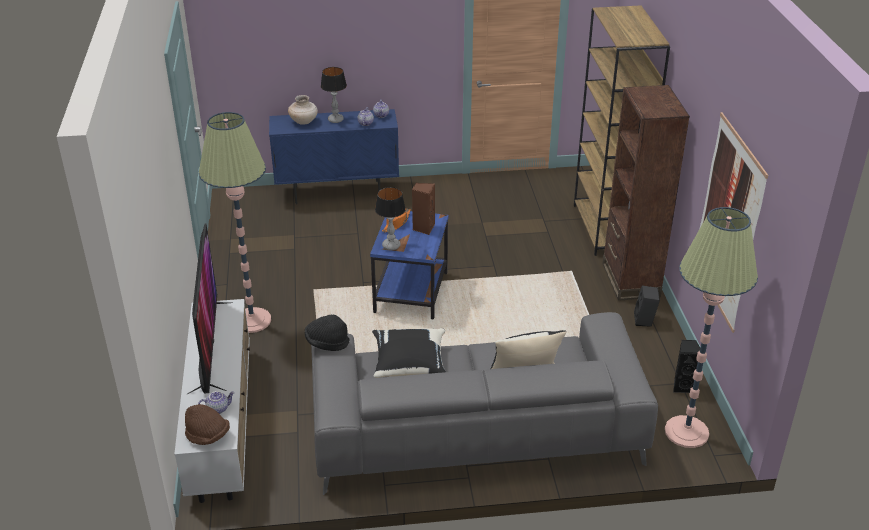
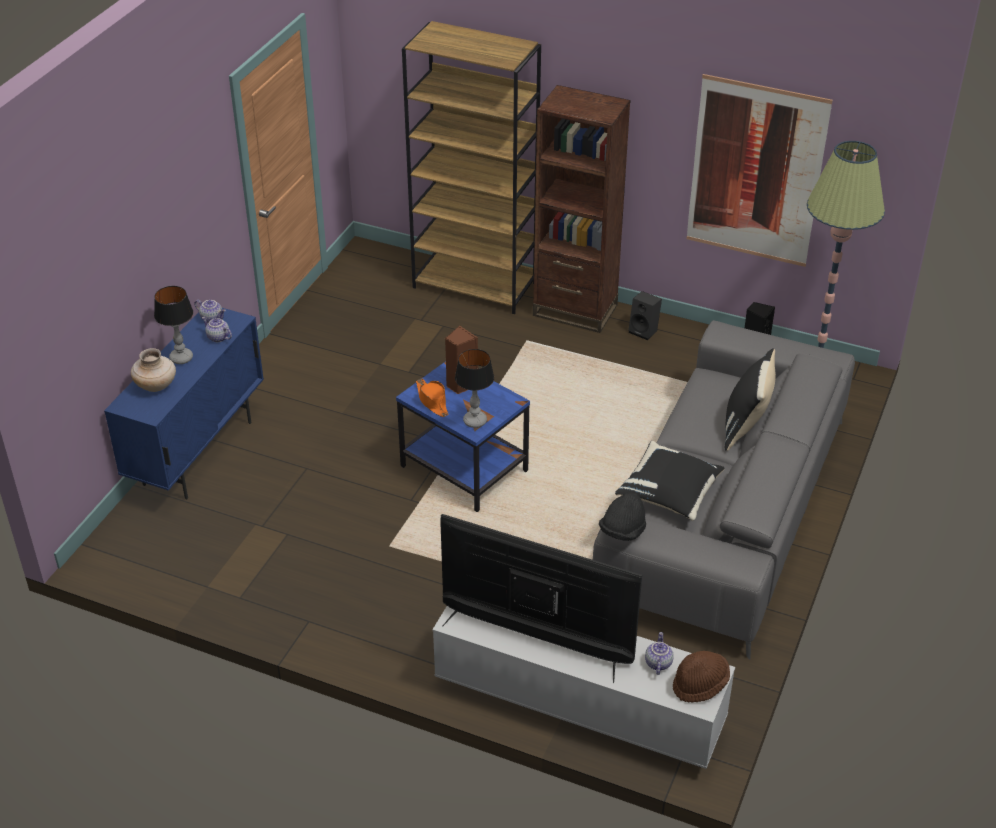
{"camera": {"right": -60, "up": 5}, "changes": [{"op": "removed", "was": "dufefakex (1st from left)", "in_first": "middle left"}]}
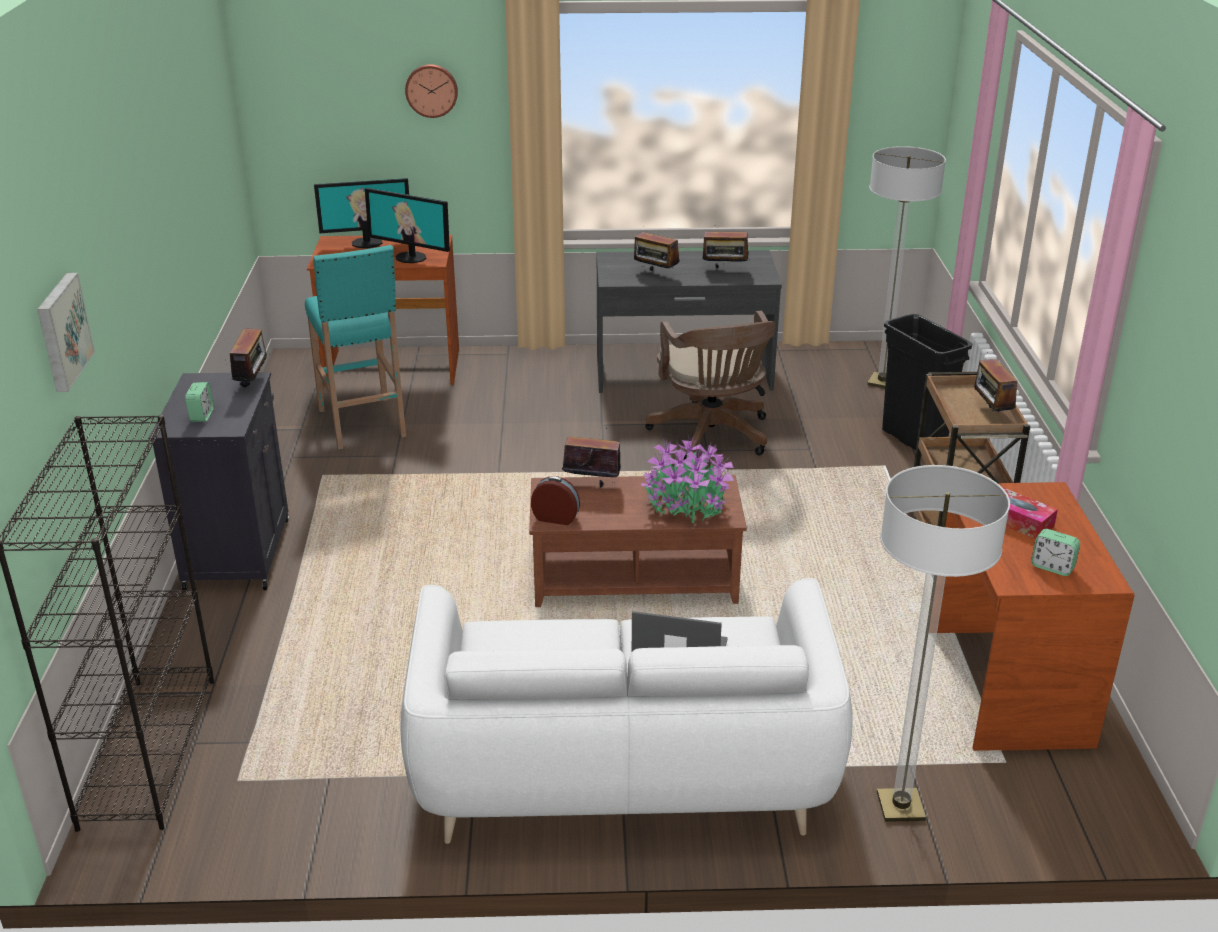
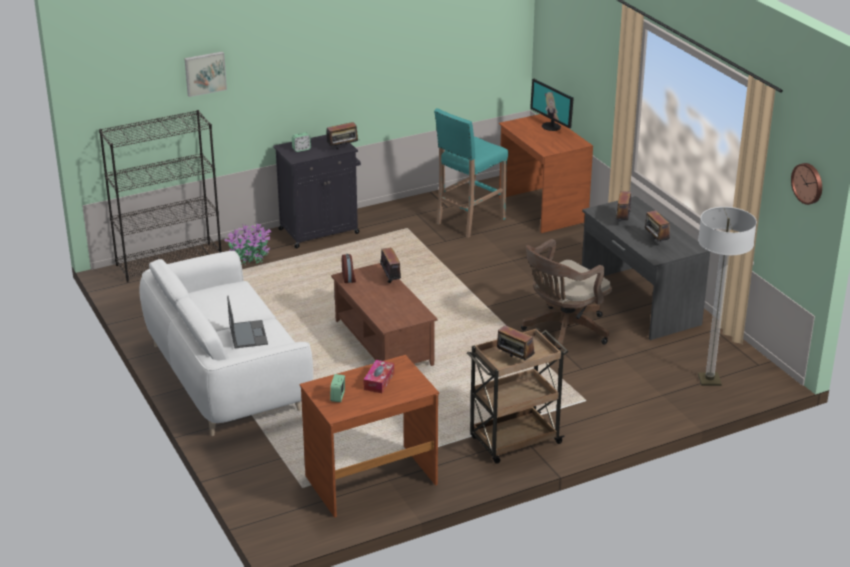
{"camera": {"right": 65, "up": 0}, "changes": [{"op": "removed", "was": "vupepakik (2nd from left)", "in_first": "top centre"}, {"op": "removed", "was": "dufefakex (2nd from left)", "in_first": "bottom right"}, {"op": "removed", "was": "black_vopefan", "in_first": "middle right"}, {"op": "moved", "was": "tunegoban", "in_first": "top centre", "in_second": "top right"}, {"op": "moved", "was": "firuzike", "in_first": "centre", "in_second": "middle left"}, {"op": "turned", "was": "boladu (5th from left in the first image)", "in_first": "middle right", "in_second": "centre", "clockwise": -105}]}
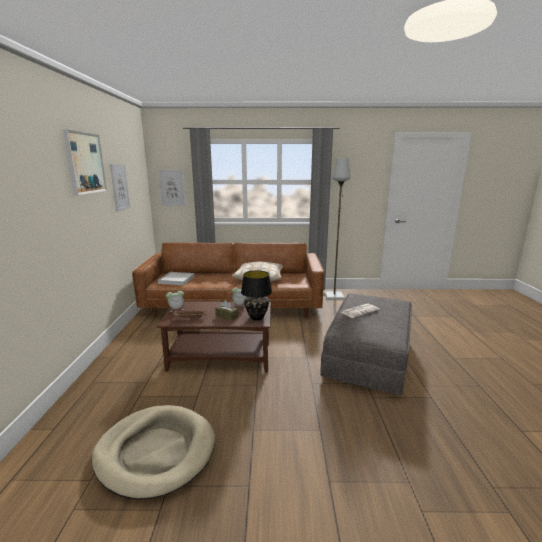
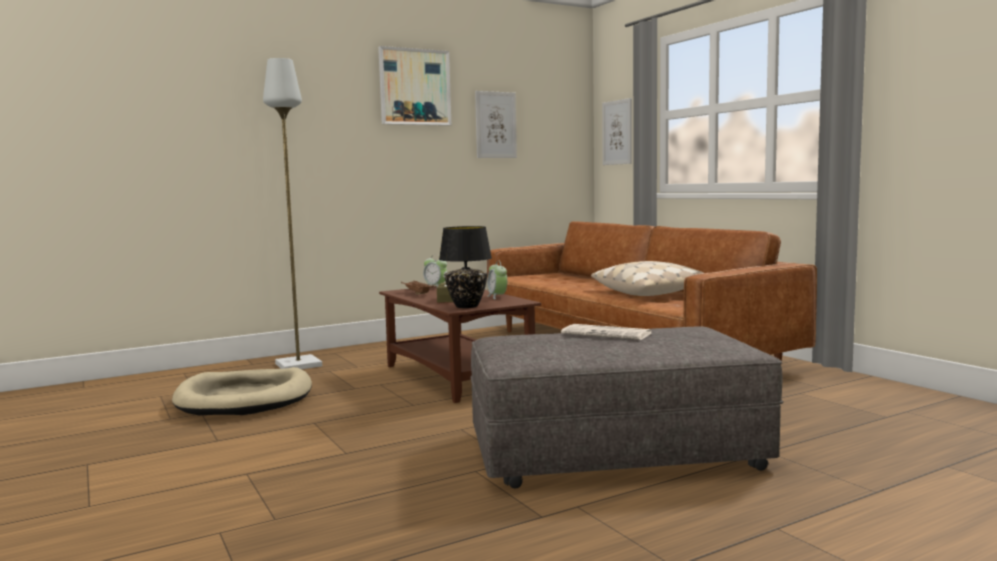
{"camera": {"right": 60, "up": -10}, "changes": [{"op": "removed", "was": "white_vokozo", "in_first": "middle left"}, {"op": "moved", "was": "grey_dufefakex", "in_first": "centre", "in_second": "middle left"}]}
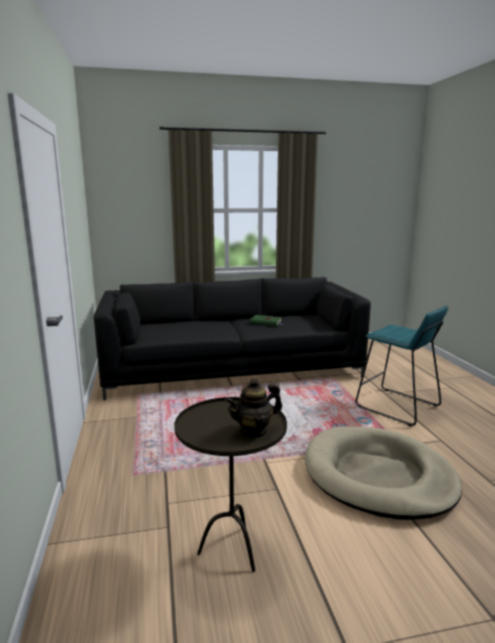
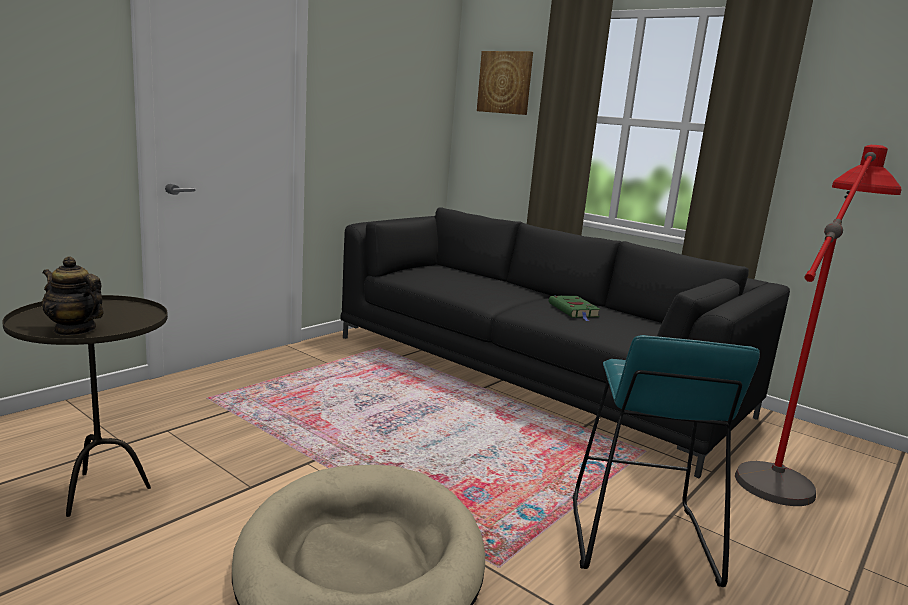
{"camera": {"right": 50, "up": 0}, "changes": [{"op": "added", "now": "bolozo", "in_second": "top centre"}, {"op": "added", "now": "red_dufefakex", "in_second": "middle right"}]}
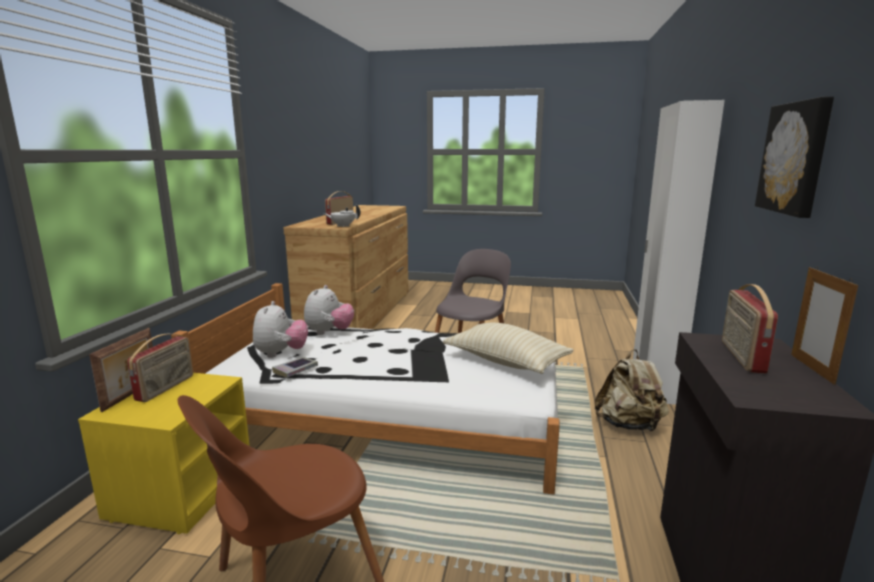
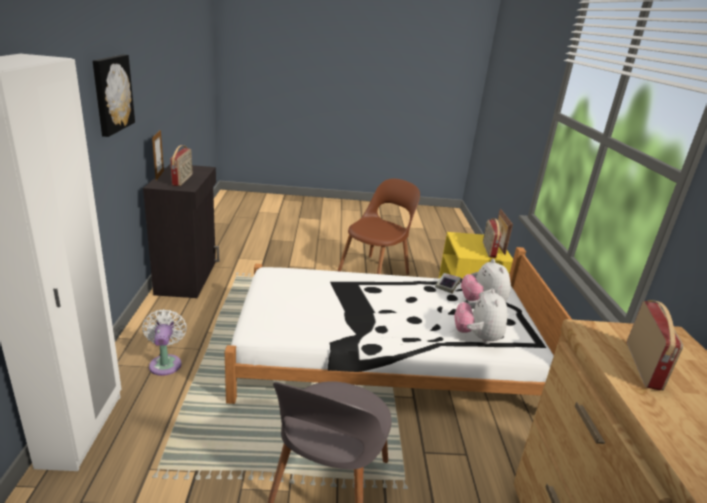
{"camera": {"right": 165, "up": 10}, "changes": [{"op": "removed", "was": "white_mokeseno", "in_first": "centre"}, {"op": "removed", "was": "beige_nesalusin", "in_first": "centre"}, {"op": "replaced", "was": "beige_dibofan", "now": "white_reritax", "in_first": "bottom right", "in_second": "bottom left"}]}
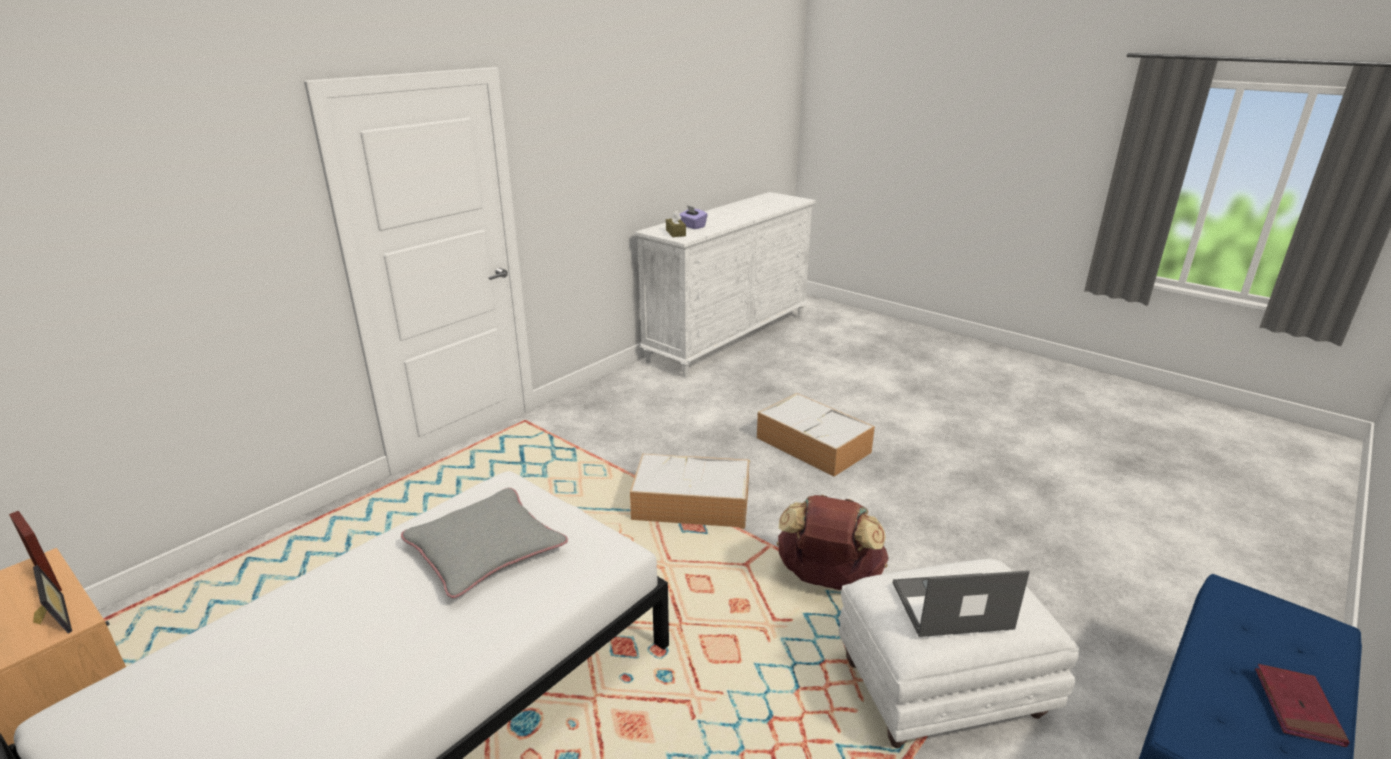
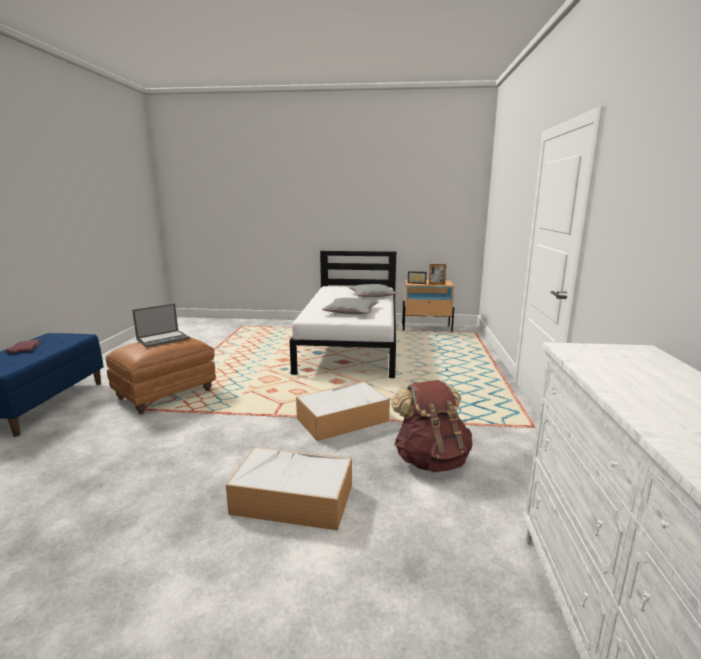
{"camera": {"right": 145, "up": -10}, "changes": [{"op": "removed", "was": "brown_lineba", "in_first": "top centre"}, {"op": "removed", "was": "purple_lineba", "in_first": "top centre"}, {"op": "added", "now": "grey_nesalusin (2nd from left)", "in_second": "centre"}, {"op": "moved", "was": "brown_dibofan", "in_first": "bottom centre", "in_second": "centre"}, {"op": "recoloured", "was": "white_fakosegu", "now": "brown_fakosegu", "in_first": "bottom right", "in_second": "middle left"}]}
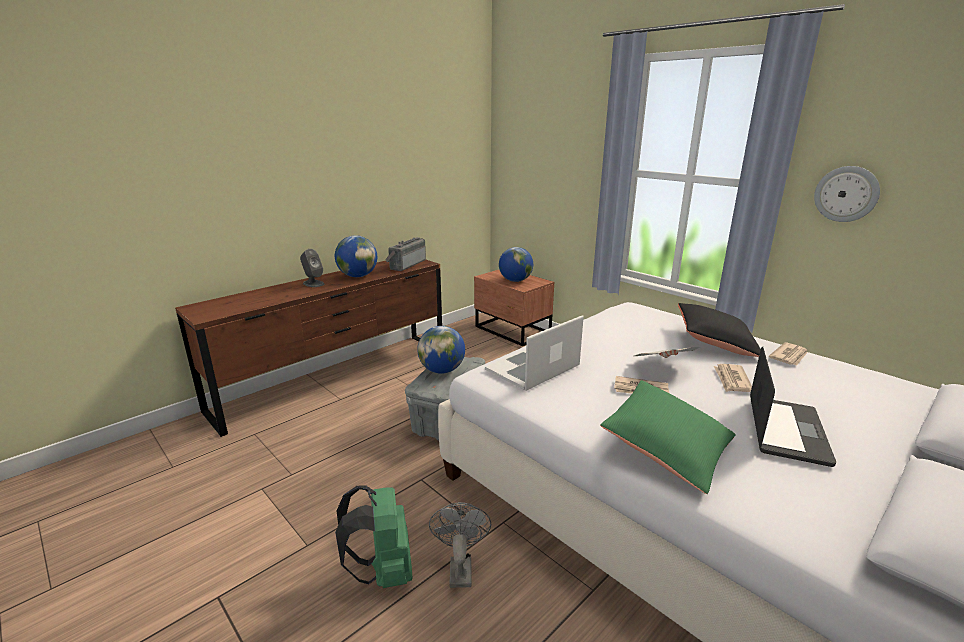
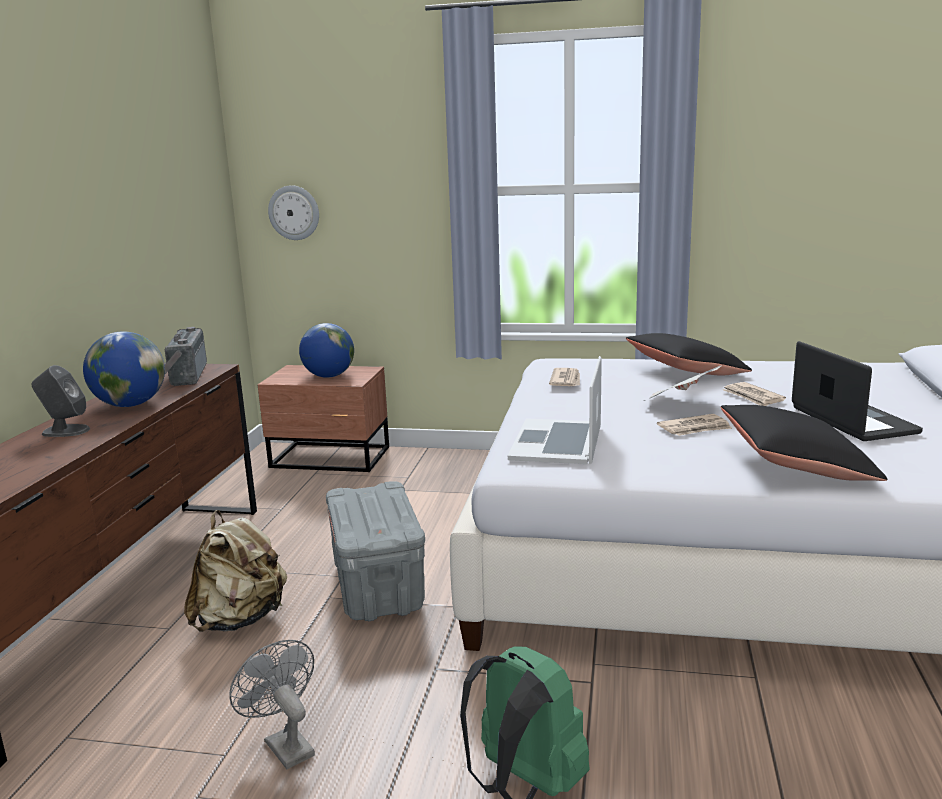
{"camera": {"right": -35, "up": -5}, "changes": [{"op": "removed", "was": "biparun (2nd from left)", "in_first": "centre"}, {"op": "added", "now": "beige_dibofan", "in_second": "bottom left"}, {"op": "moved", "was": "grey_reritax", "in_first": "bottom centre", "in_second": "bottom left"}, {"op": "moved", "was": "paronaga (4th from left in the first image)", "now": "paronaga (1st from left)", "in_first": "middle right", "in_second": "centre"}, {"op": "moved", "was": "tunegoban", "in_first": "top right", "in_second": "top left"}, {"op": "recoloured", "was": "green_nesalusin", "now": "black_nesalusin (2nd from left)", "in_first": "bottom right", "in_second": "middle right"}]}
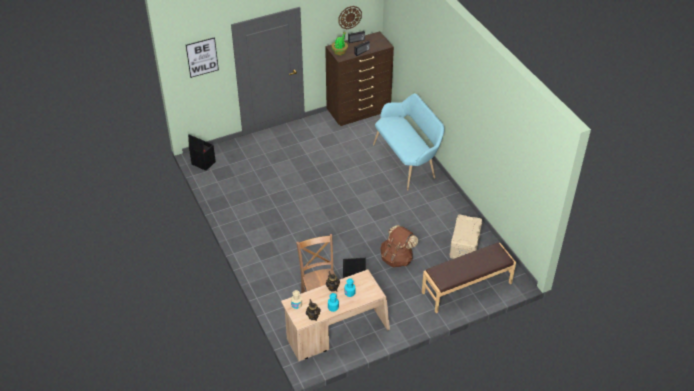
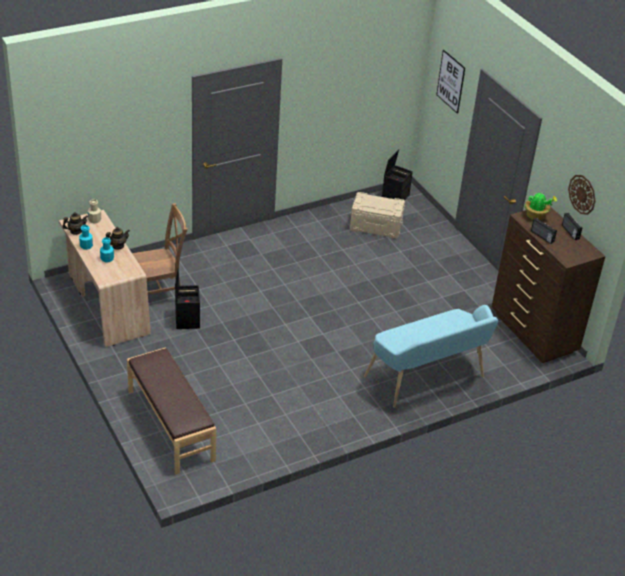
{"camera": {"right": 85, "up": -5}, "changes": [{"op": "removed", "was": "brown_dibofan", "in_first": "centre"}, {"op": "moved", "was": "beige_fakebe", "in_first": "middle right", "in_second": "centre"}]}
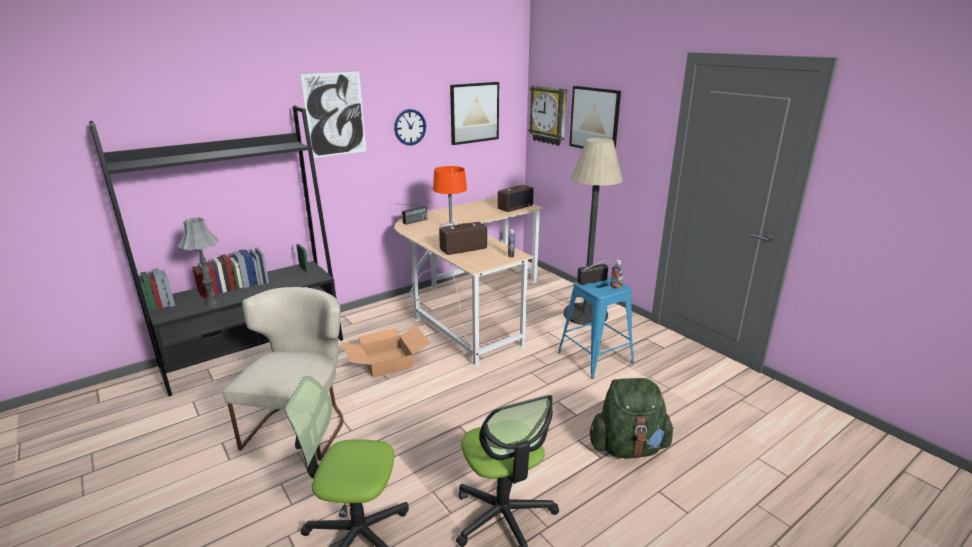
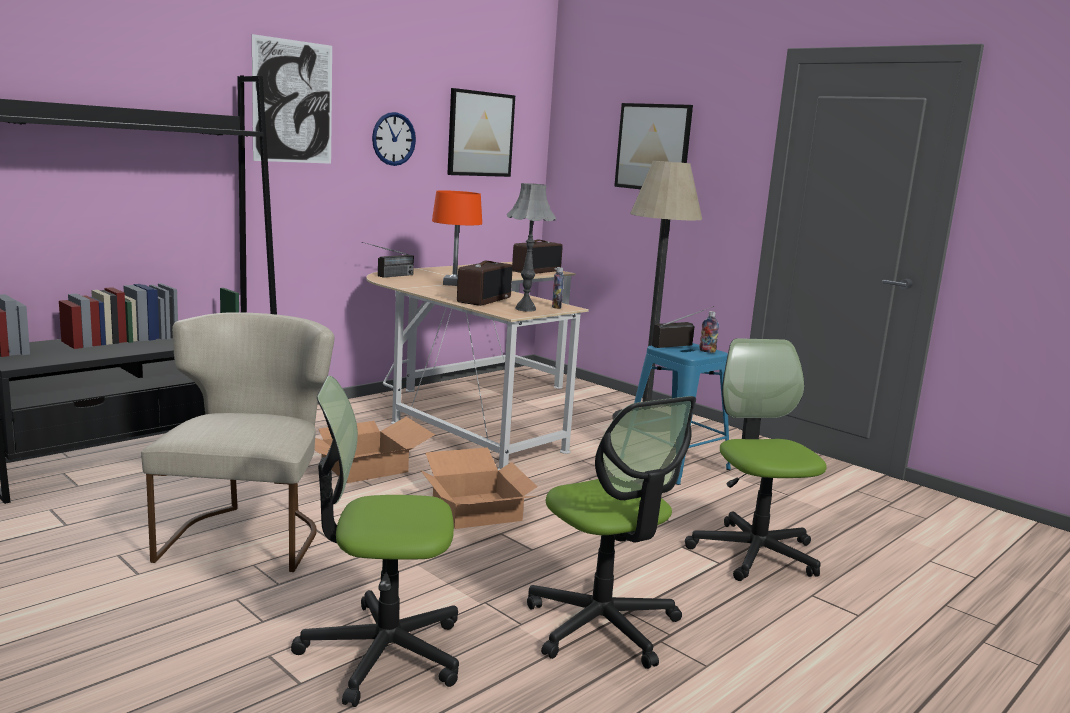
{"camera": {"right": -10, "up": -10}, "changes": [{"op": "removed", "was": "tunegoban (2nd from left)", "in_first": "top centre"}, {"op": "added", "now": "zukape (2nd from left)", "in_second": "bottom centre"}, {"op": "moved", "was": "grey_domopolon", "in_first": "middle left", "in_second": "centre"}, {"op": "replaced", "was": "green_dibofan", "now": "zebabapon (3rd from left)", "in_first": "bottom centre", "in_second": "middle right"}, {"op": "turned", "was": "boladu (2nd from left)", "in_first": "centre", "in_second": "centre", "clockwise": 150}]}
